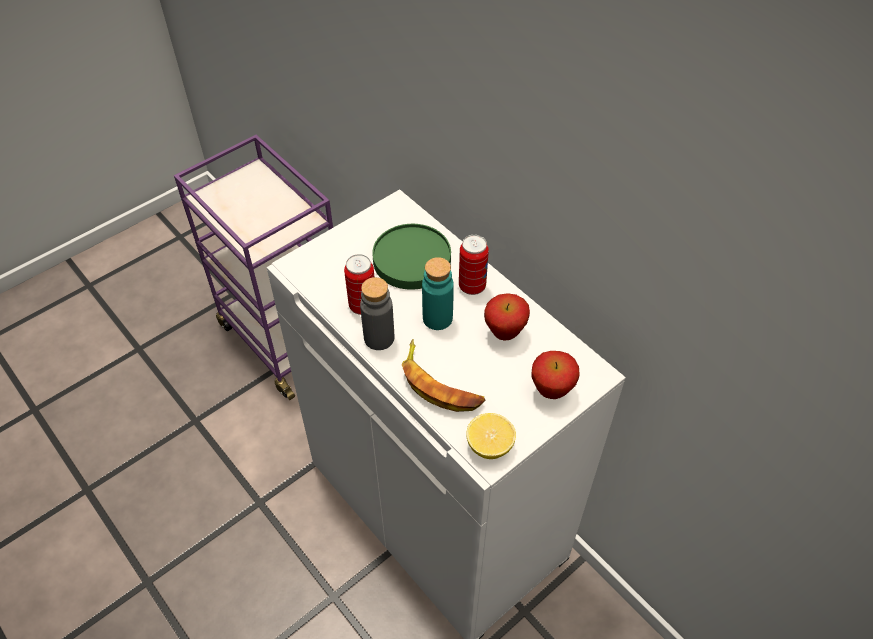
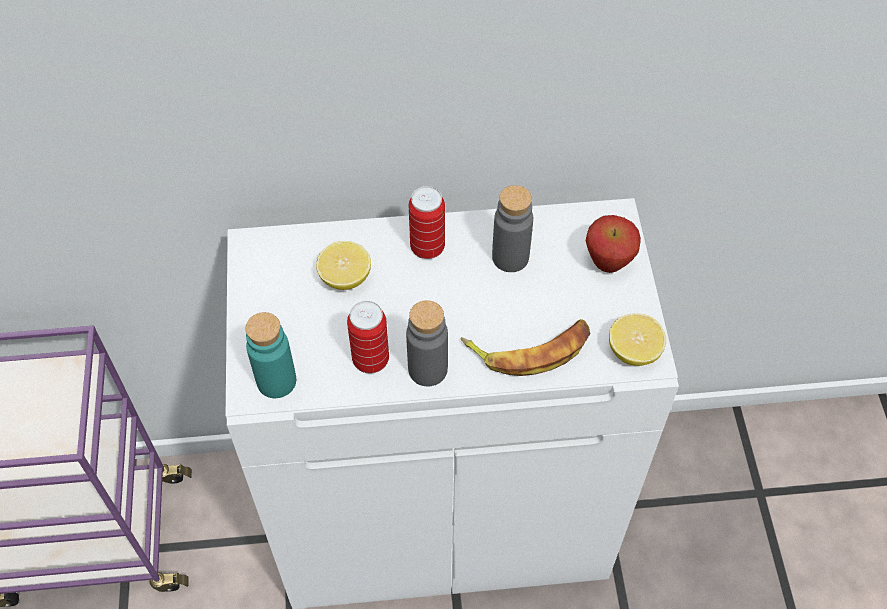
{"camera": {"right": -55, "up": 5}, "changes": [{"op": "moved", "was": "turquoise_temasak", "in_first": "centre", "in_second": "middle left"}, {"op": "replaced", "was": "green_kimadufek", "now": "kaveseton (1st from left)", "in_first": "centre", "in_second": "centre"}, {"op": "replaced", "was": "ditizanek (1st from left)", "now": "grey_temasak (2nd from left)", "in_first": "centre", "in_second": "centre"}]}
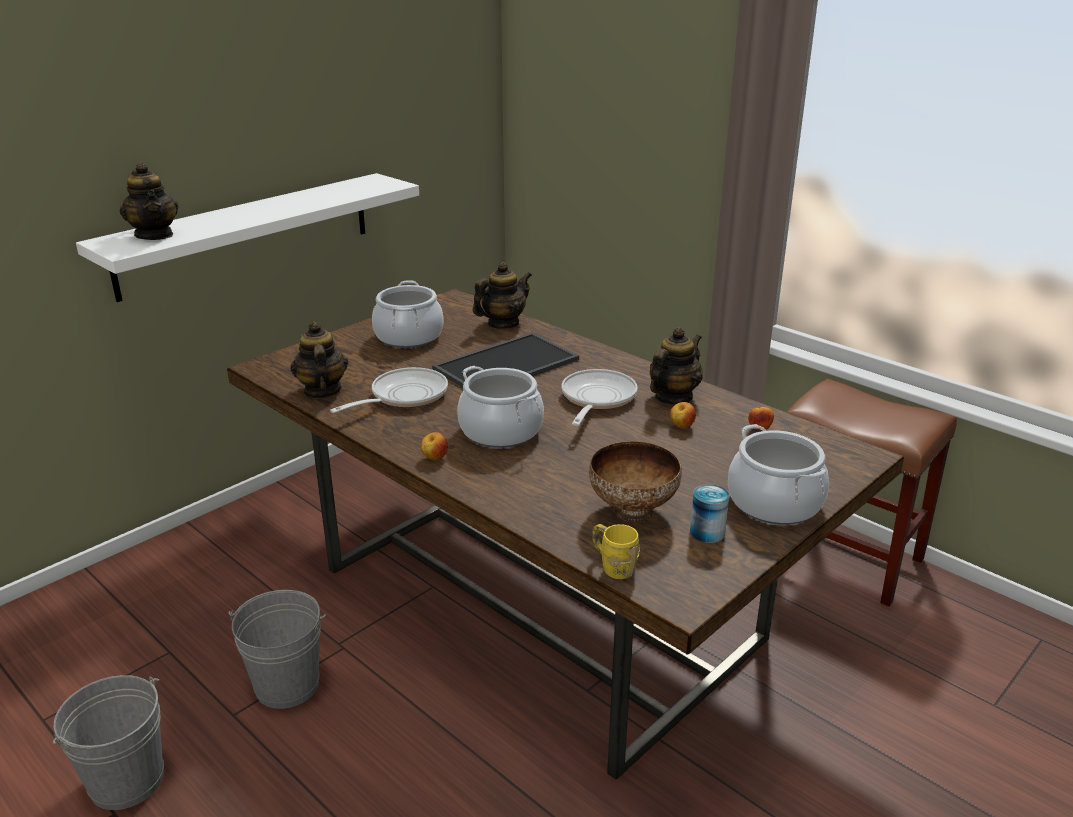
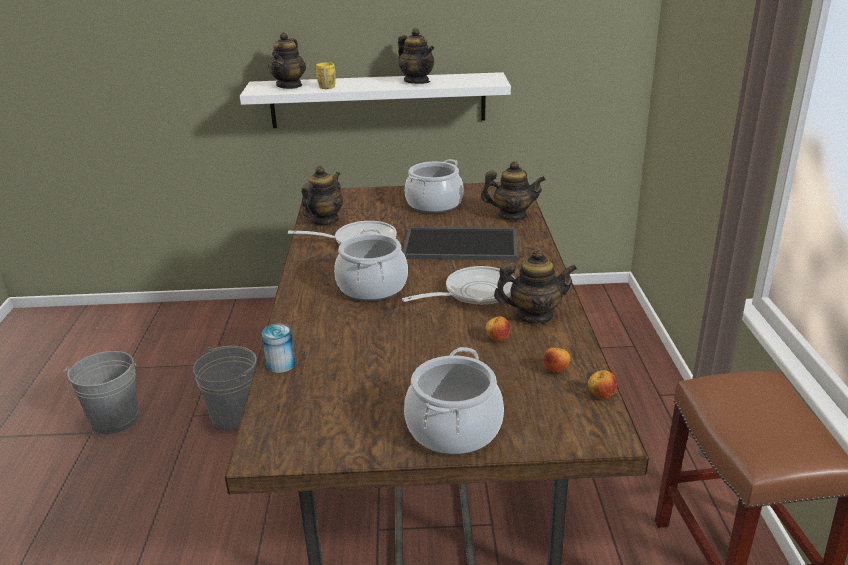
{"camera": {"right": 45, "up": 0}, "changes": [{"op": "removed", "was": "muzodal", "in_first": "centre"}, {"op": "added", "now": "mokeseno (3rd from left)", "in_second": "top centre"}, {"op": "moved", "was": "ditizanek (1st from left in the first image)", "now": "ditizanek (3rd from left)", "in_first": "centre", "in_second": "bottom right"}, {"op": "moved", "was": "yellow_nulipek", "in_first": "bottom centre", "in_second": "top centre"}, {"op": "moved", "was": "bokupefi", "in_first": "centre", "in_second": "middle left"}]}
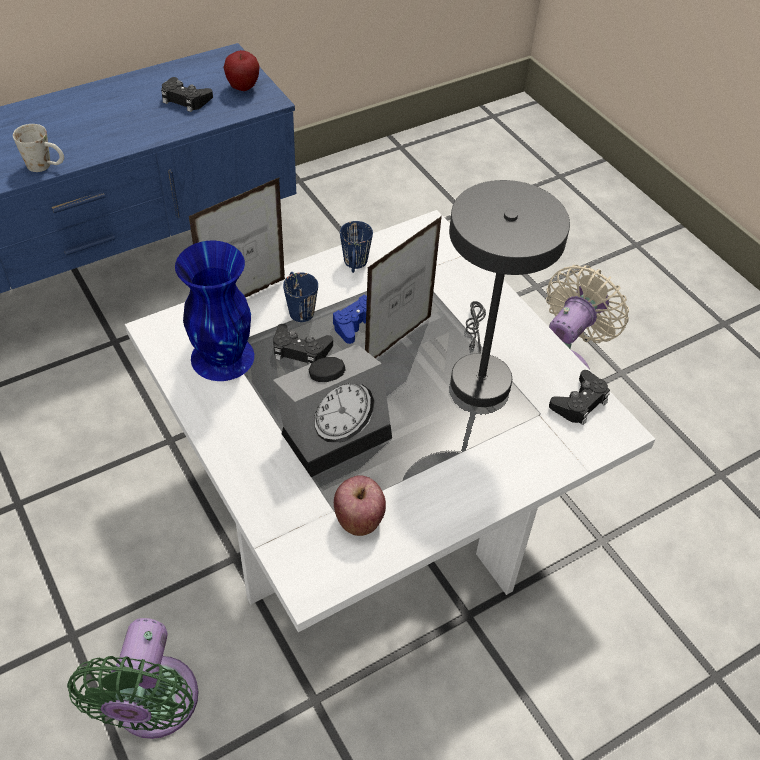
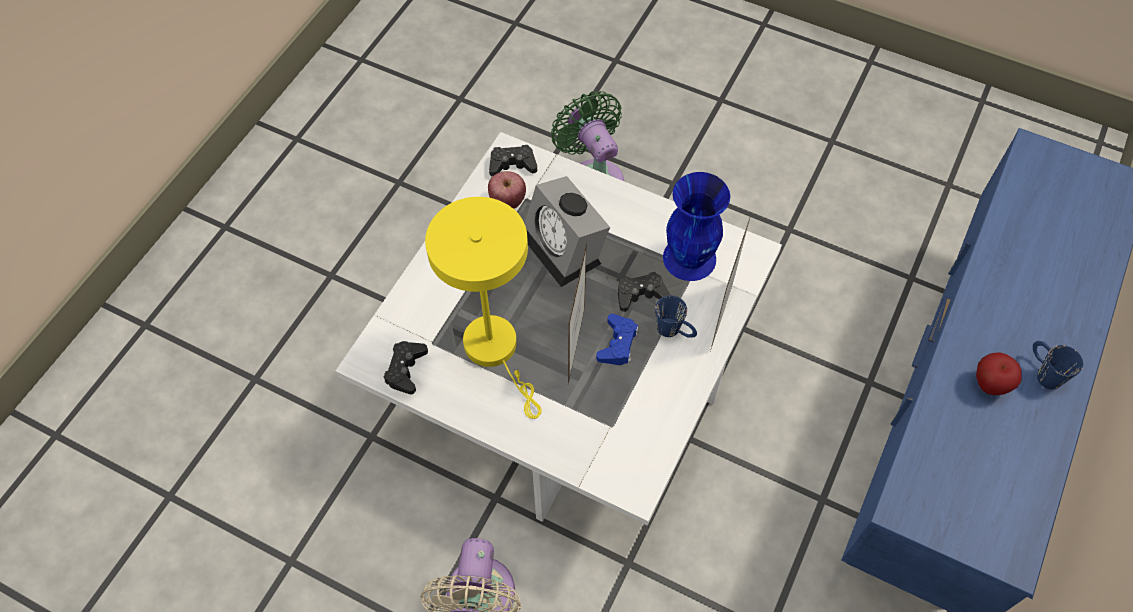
{"camera": {"right": 150, "up": 10}, "changes": [{"op": "removed", "was": "white_nulipek", "in_first": "top left"}, {"op": "moved", "was": "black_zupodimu (1st from left in the first image)", "now": "black_zupodimu (2nd from left)", "in_first": "top left", "in_second": "top centre"}, {"op": "moved", "was": "ditizanek (1st from left in the first image)", "now": "ditizanek (2nd from left)", "in_first": "top left", "in_second": "middle right"}, {"op": "moved", "was": "blue_nulipek (2nd from left)", "in_first": "top centre", "in_second": "middle right"}, {"op": "recoloured", "was": "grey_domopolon", "now": "yellow_domopolon", "in_first": "middle right", "in_second": "centre"}, {"op": "turned", "was": "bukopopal", "in_first": "centre", "in_second": "centre", "clockwise": -60}]}
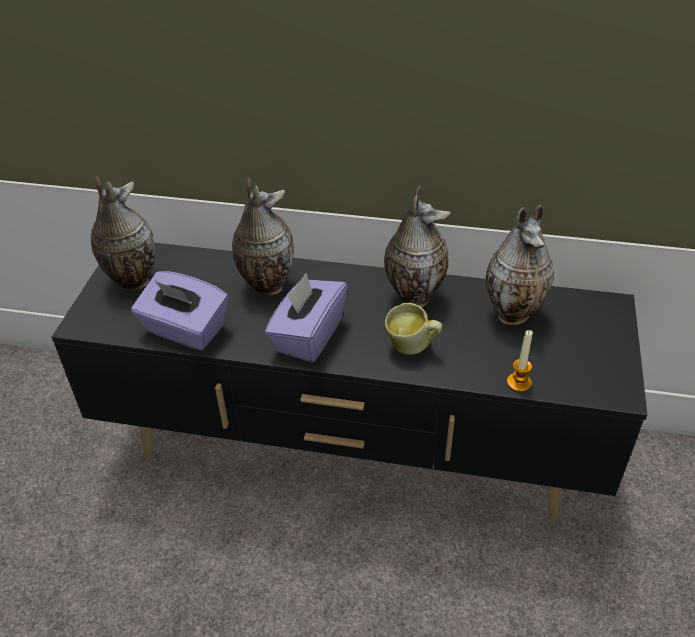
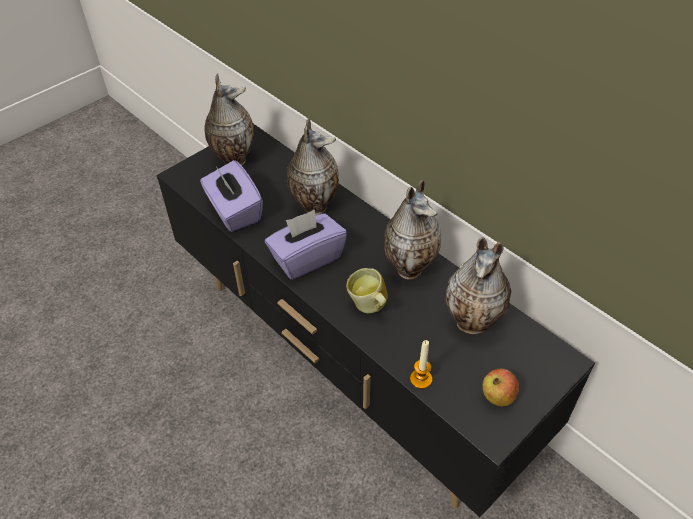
{"camera": {"right": 35, "up": 5}, "changes": [{"op": "added", "now": "ditizanek", "in_second": "bottom right"}]}
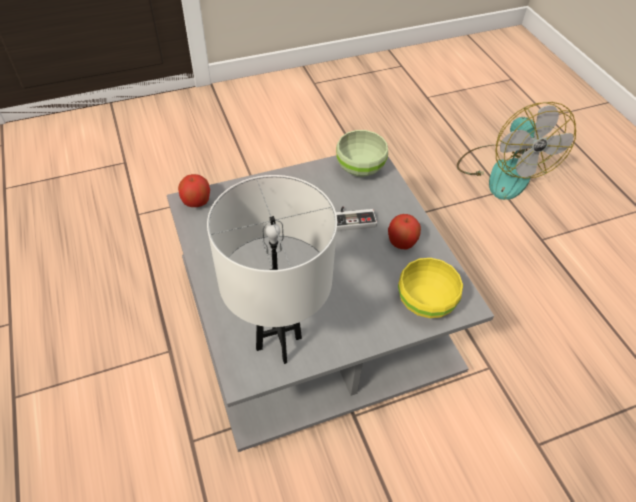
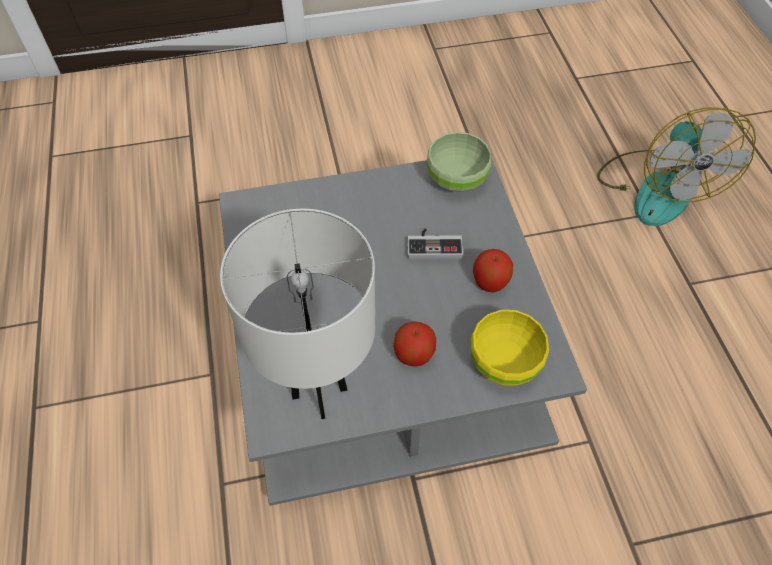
{"camera": {"right": 10, "up": 5}, "changes": [{"op": "moved", "was": "ditizanek (1st from left)", "in_first": "middle left", "in_second": "centre"}]}
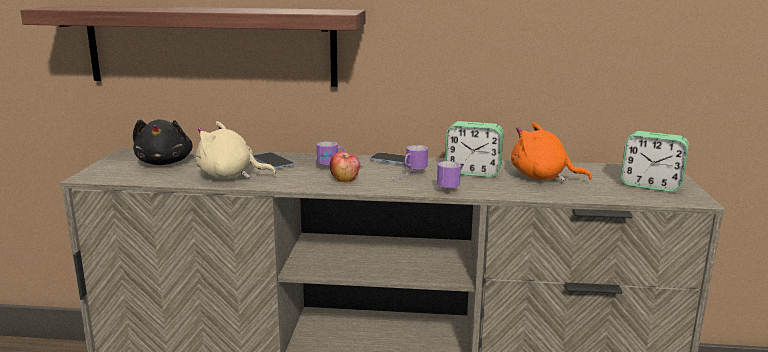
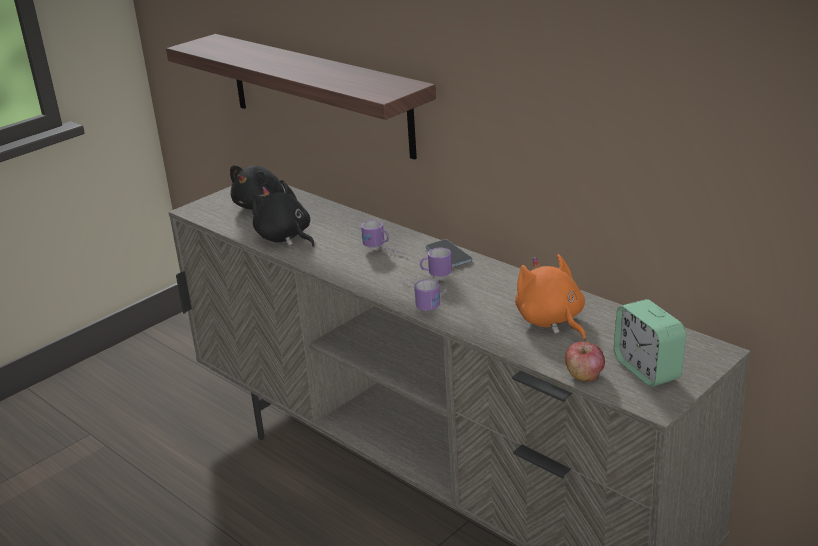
{"camera": {"right": 40, "up": 10}, "changes": [{"op": "removed", "was": "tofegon (1st from left)", "in_first": "centre"}, {"op": "removed", "was": "bukopopal (1st from left)", "in_first": "centre"}, {"op": "moved", "was": "ditizanek", "in_first": "centre", "in_second": "middle right"}, {"op": "recoloured", "was": "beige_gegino", "now": "black_gegino (2nd from left)", "in_first": "middle left", "in_second": "centre"}]}
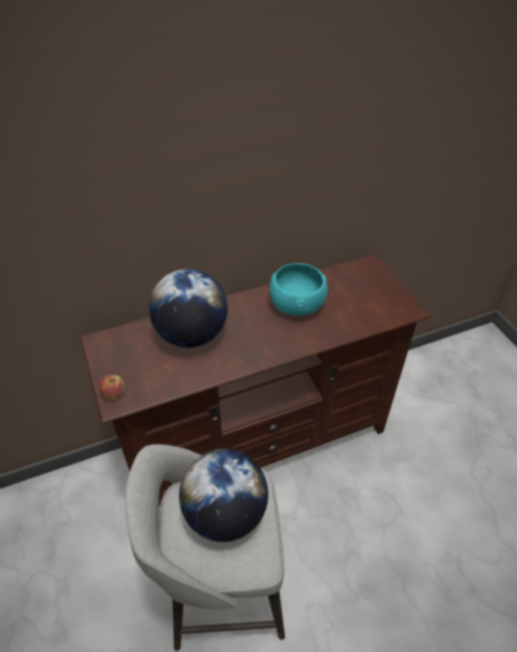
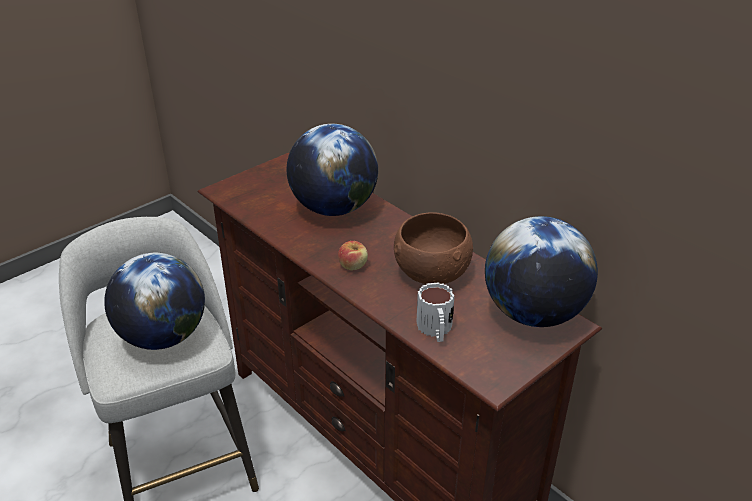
{"camera": {"right": 70, "up": -10}, "changes": [{"op": "added", "now": "nulipek", "in_second": "centre"}, {"op": "added", "now": "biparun (3rd from left)", "in_second": "middle right"}, {"op": "moved", "was": "ditizanek", "in_first": "middle left", "in_second": "centre"}, {"op": "recoloured", "was": "turquoise_muzodal", "now": "brown_muzodal", "in_first": "centre", "in_second": "centre"}]}
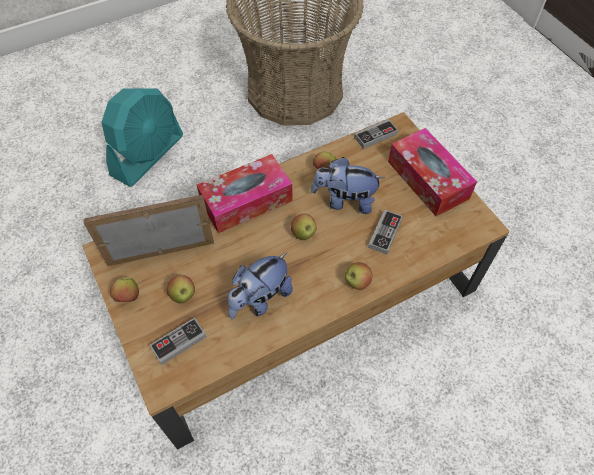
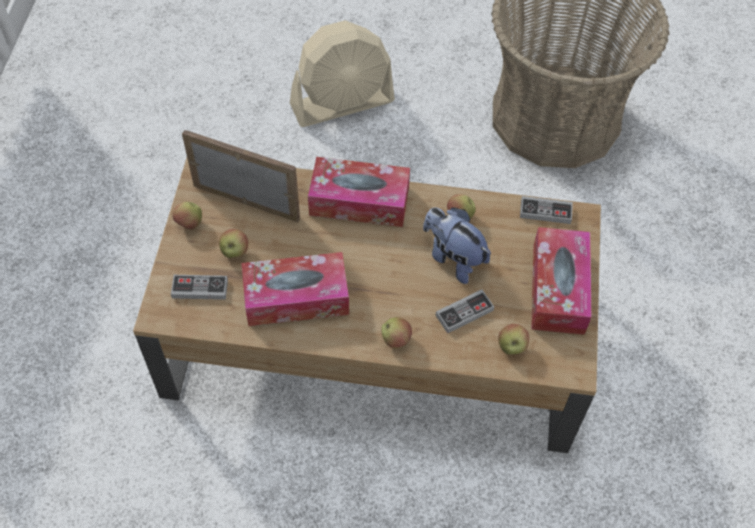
{"camera": {"right": 35, "up": 0}, "changes": [{"op": "moved", "was": "ditizanek (3rd from left in the first image)", "now": "ditizanek (5th from left)", "in_first": "centre", "in_second": "middle right"}, {"op": "replaced", "was": "gegino (1st from left)", "now": "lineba (1st from left)", "in_first": "centre", "in_second": "centre"}, {"op": "recoloured", "was": "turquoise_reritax", "now": "beige_reritax", "in_first": "top left", "in_second": "top centre"}]}
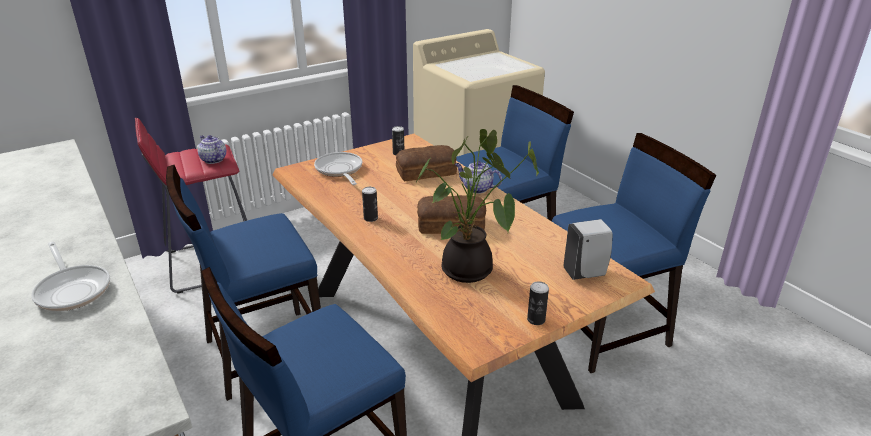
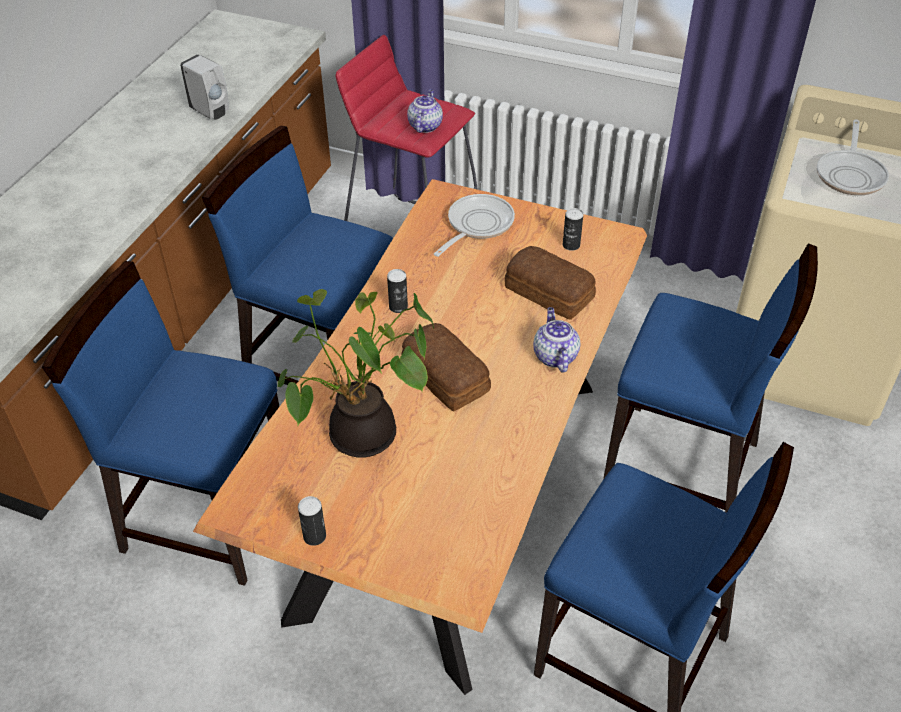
{"camera": {"right": 55, "up": 15}, "changes": [{"op": "moved", "was": "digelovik (1st from left in the first image)", "now": "digelovik (2nd from left)", "in_first": "middle left", "in_second": "top right"}, {"op": "moved", "was": "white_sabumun", "in_first": "middle right", "in_second": "top left"}]}
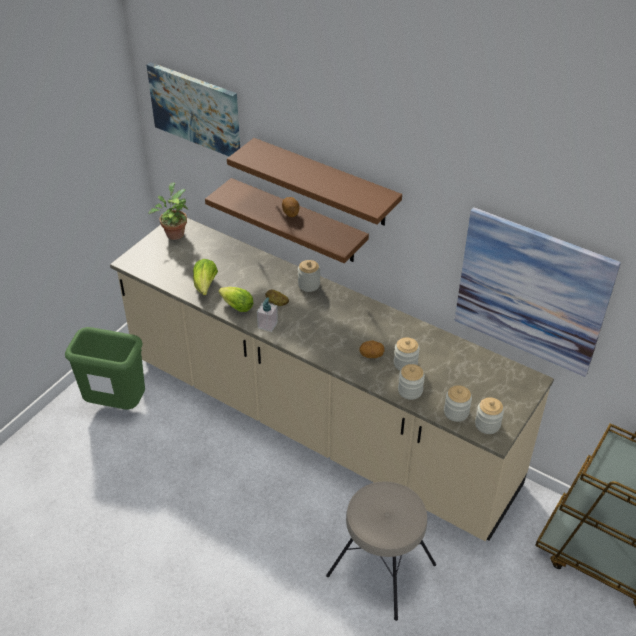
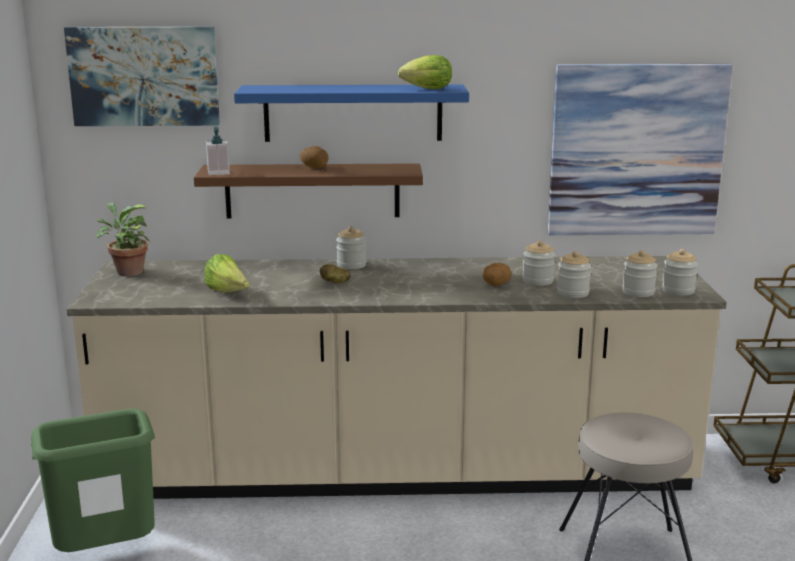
{"camera": {"right": -35, "up": -25}, "changes": [{"op": "moved", "was": "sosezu (2nd from left)", "in_first": "centre", "in_second": "top centre"}, {"op": "moved", "was": "sabumun", "in_first": "centre", "in_second": "top left"}, {"op": "recoloured", "was": "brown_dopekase (2nd from left)", "now": "blue_dopekase", "in_first": "top centre", "in_second": "top centre"}]}
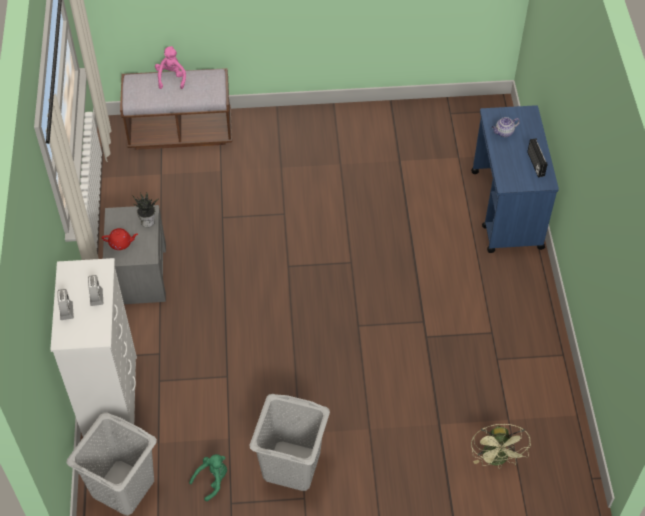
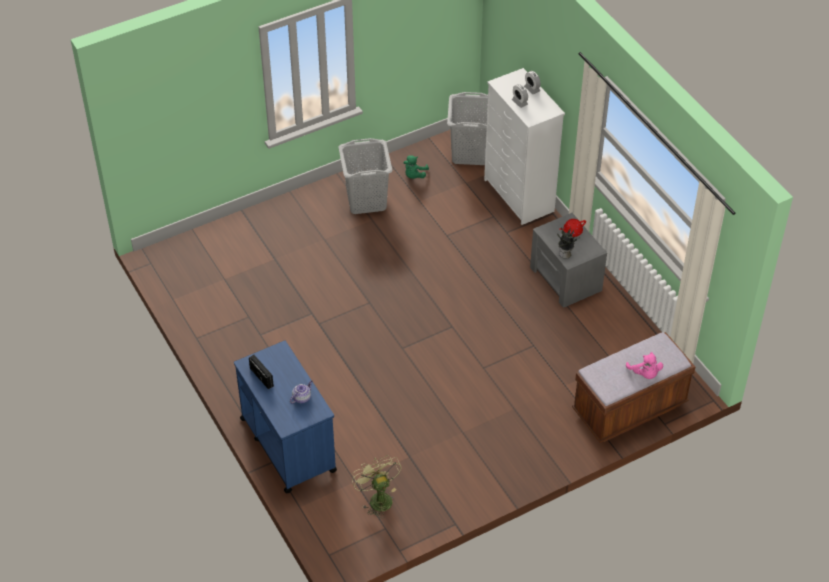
{"camera": {"right": 155, "up": -5}, "changes": [{"op": "moved", "was": "green_reritax", "in_first": "bottom right", "in_second": "bottom centre"}]}
